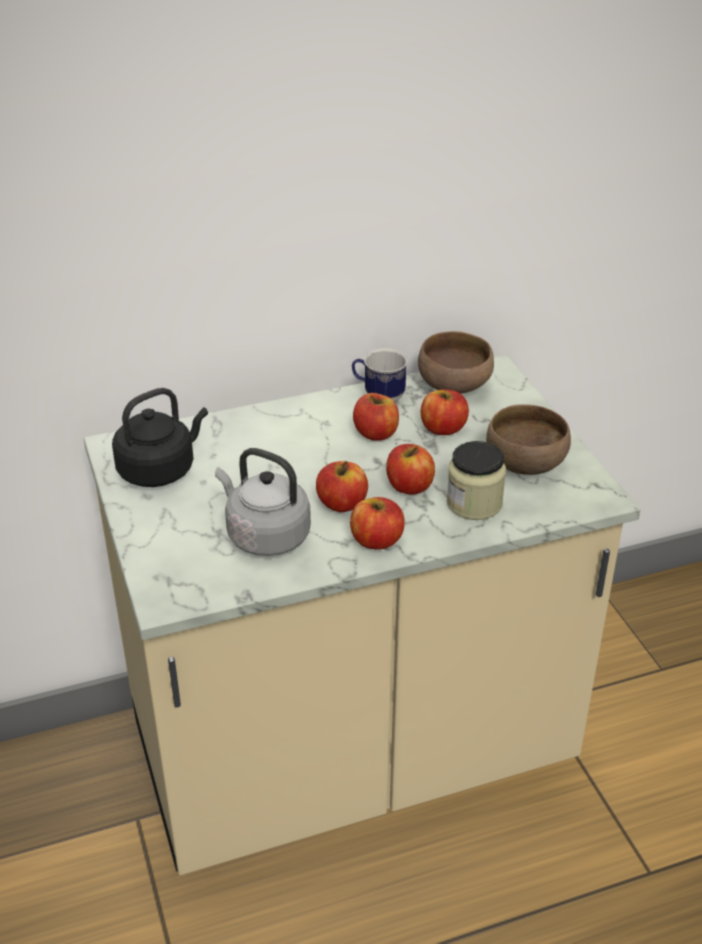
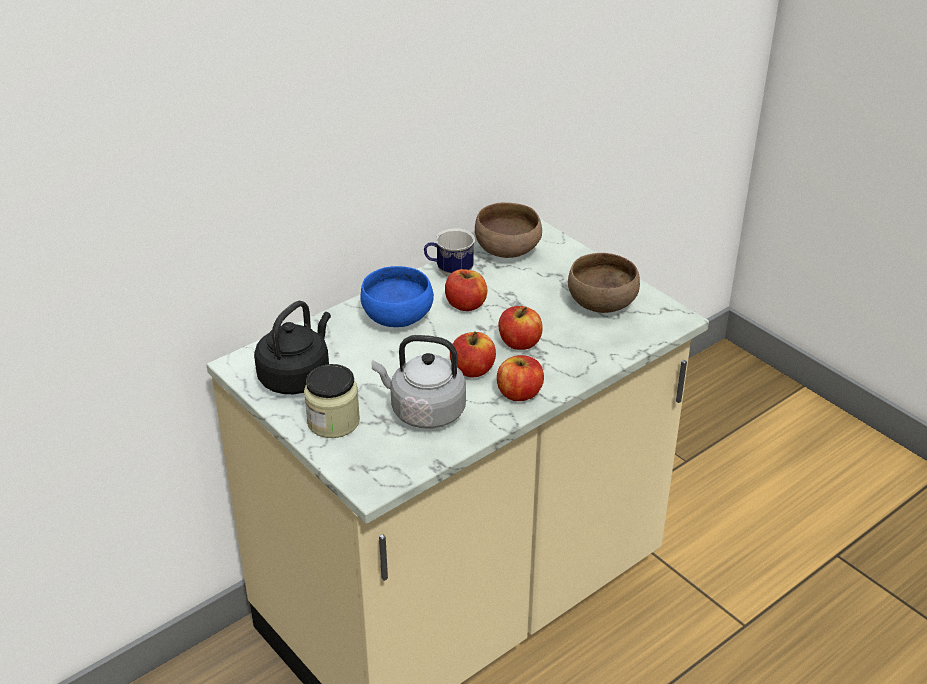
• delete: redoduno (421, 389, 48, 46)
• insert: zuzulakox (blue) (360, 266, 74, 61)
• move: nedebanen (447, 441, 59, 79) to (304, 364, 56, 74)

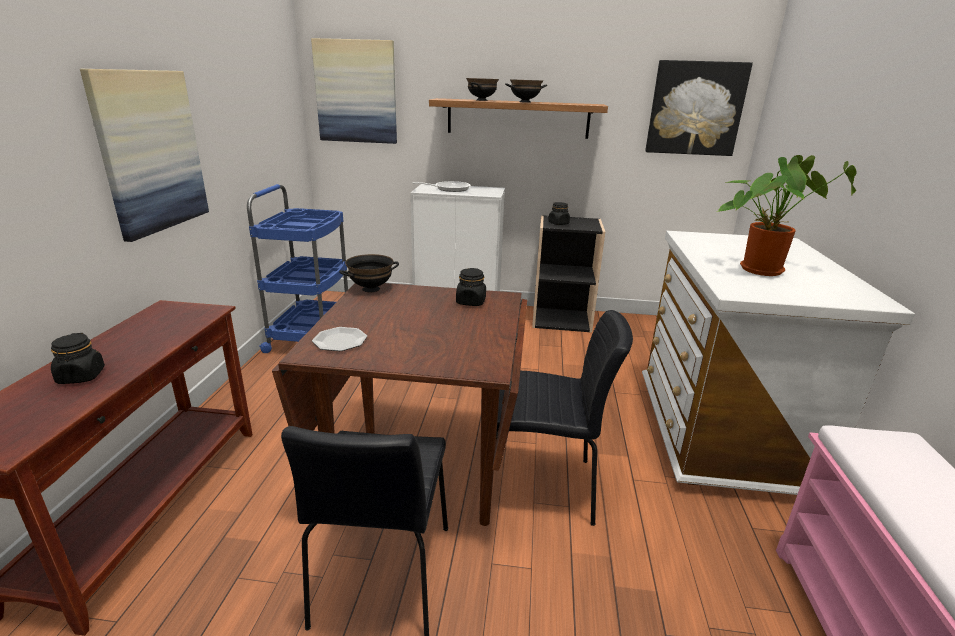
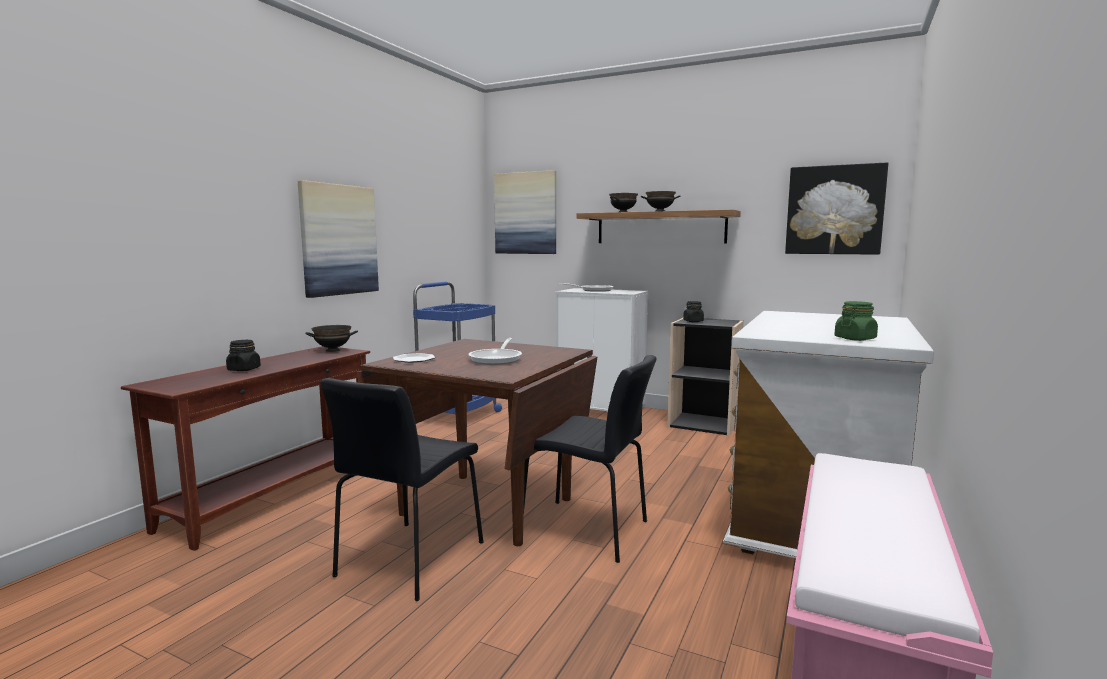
• delete: nedebanen (black) (456, 268, 30, 38)
• delete: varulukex (717, 155, 140, 121)
• insert: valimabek (469, 338, 53, 27)
• insert: nedebanen (green) (834, 301, 44, 40)
• move: zuzulakox (black) (339, 254, 60, 38) to (305, 325, 53, 27)

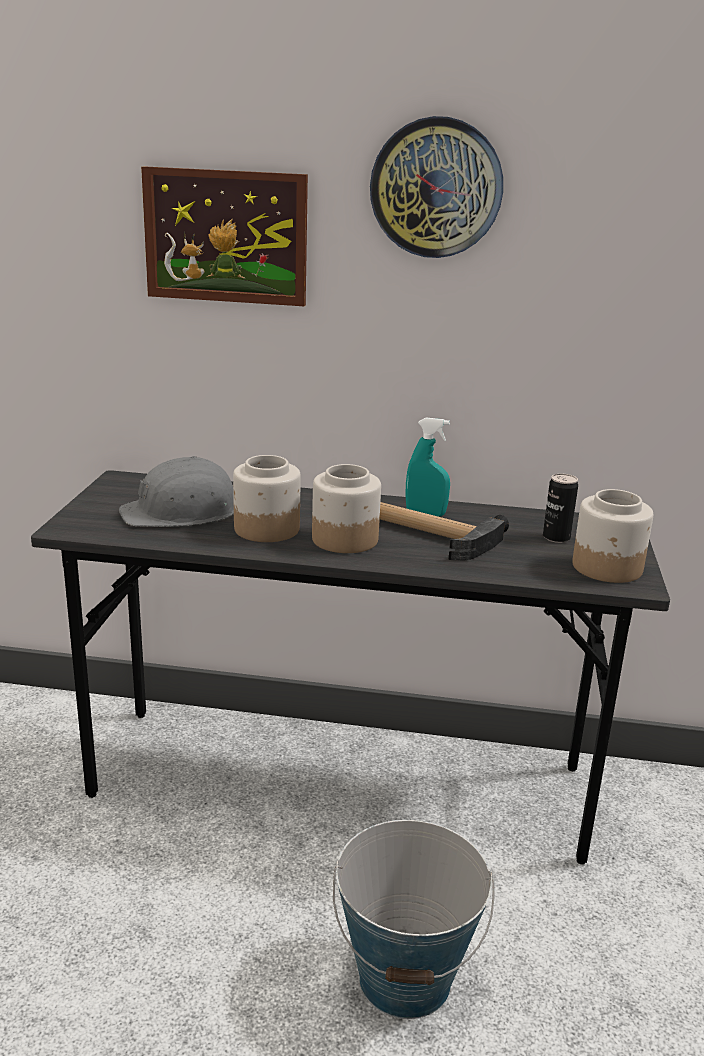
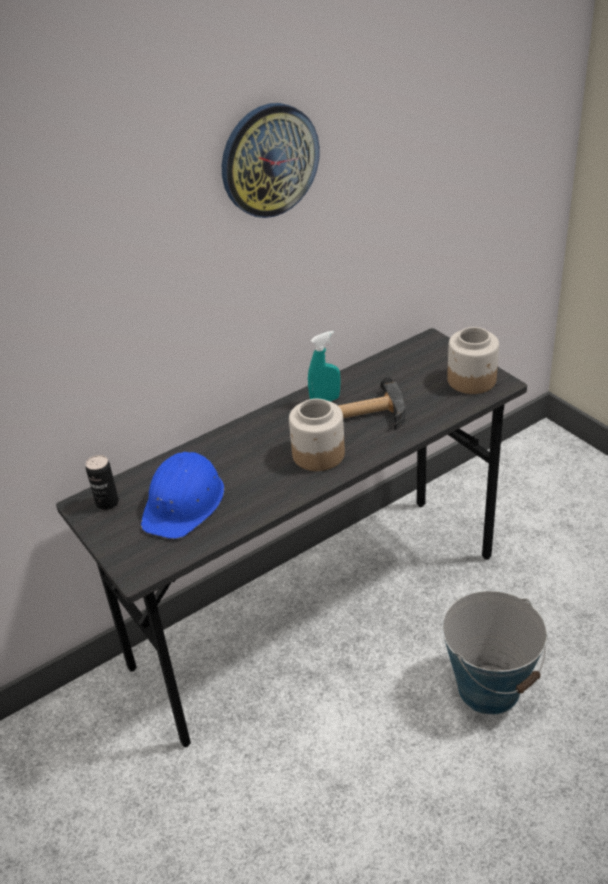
• delete: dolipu (141, 166, 167, 140)
• delete: nedebanen (233, 455, 68, 87)
• move: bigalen (543, 474, 35, 69) to (86, 455, 33, 55)
• recolor: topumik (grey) (119, 456, 115, 71) to topumik (blue) (141, 452, 84, 87)

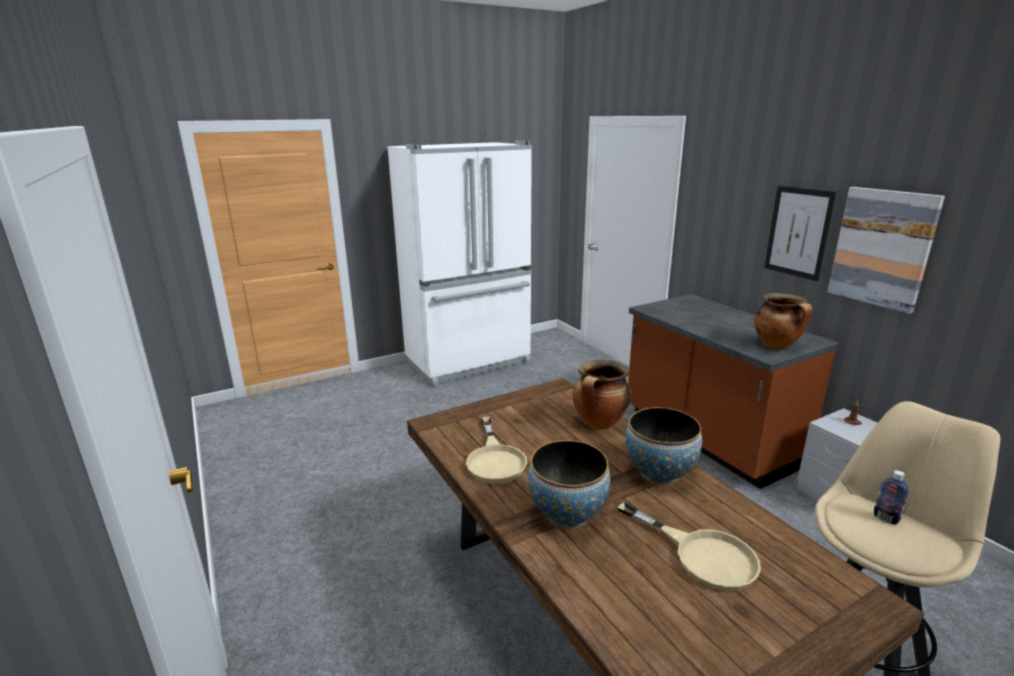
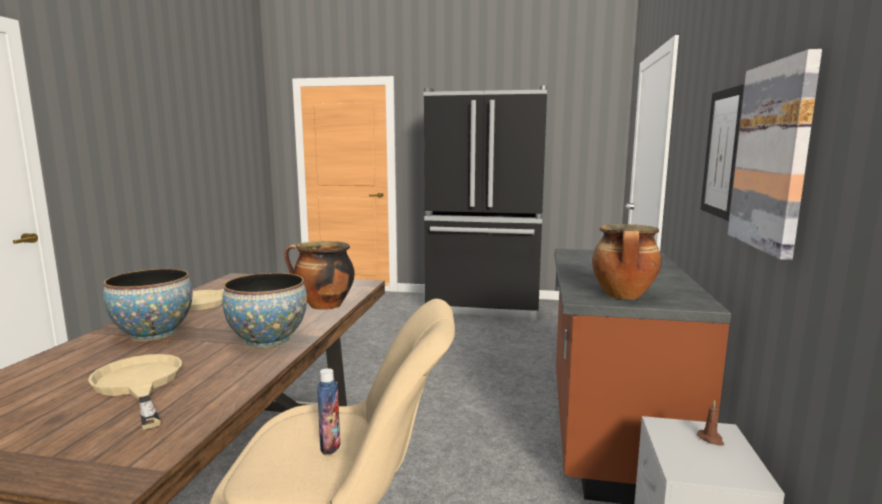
• recolor: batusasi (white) (388, 140, 144, 247) to batusasi (black) (424, 85, 123, 235)
• rotate: valimabek (beige) (618, 502, 143, 89) = (88, 354, 94, 76) 150 degrees clockwise

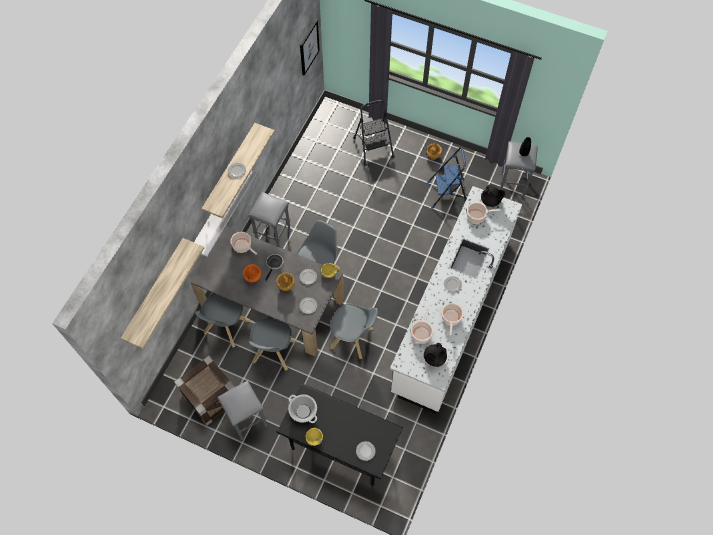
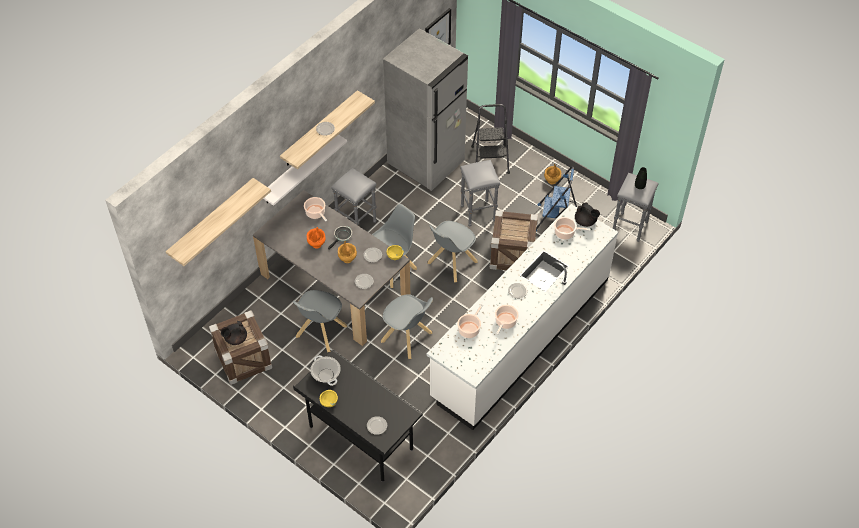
• insert: batusasi (grey) (383, 28, 85, 163)
• insert: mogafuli (489, 210, 49, 60)
• move: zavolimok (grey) (195, 293, 56, 55) to (427, 221, 51, 62)
• move: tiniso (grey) (218, 381, 49, 59) to (460, 160, 40, 66)
• move: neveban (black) (424, 343, 23, 24) to (220, 321, 27, 24)

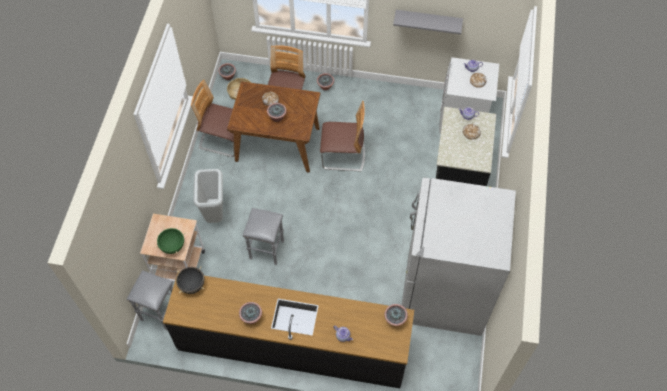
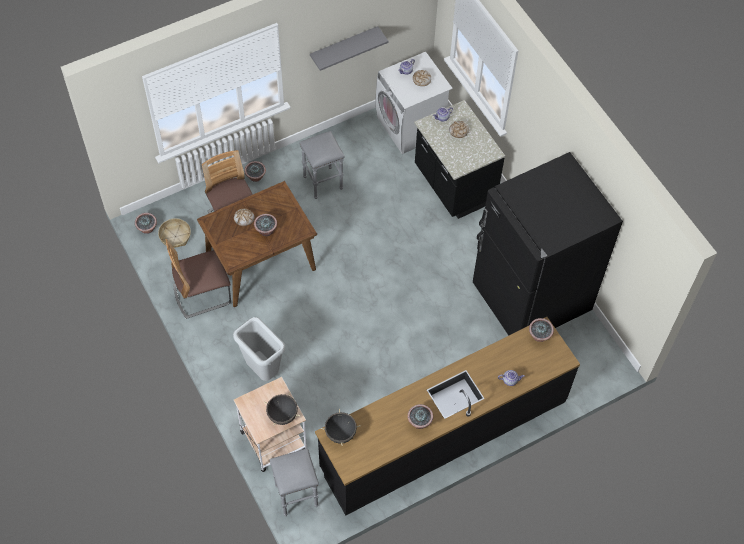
• delete: zavolimok (320, 101, 45, 71)
• move: tiniso (grey) (243, 208, 41, 57) to (300, 131, 45, 68)
• recolor: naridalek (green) (155, 227, 31, 27) to naridalek (black) (264, 392, 36, 33)
• recolor: batusasi (white) (401, 177, 115, 159) to batusasi (black) (473, 152, 150, 183)

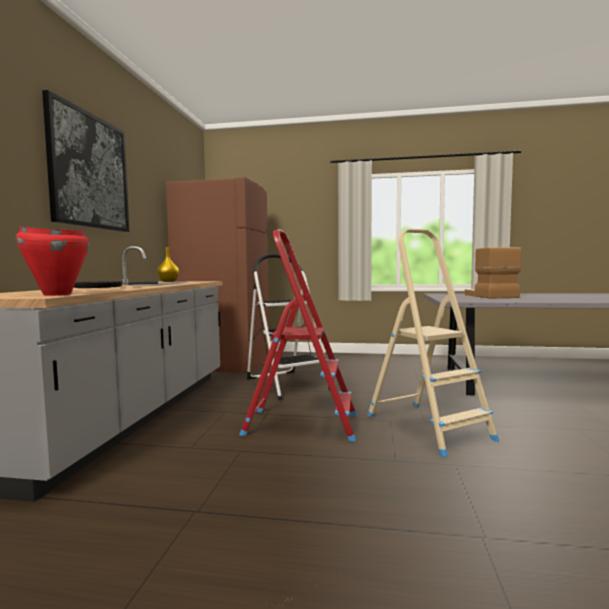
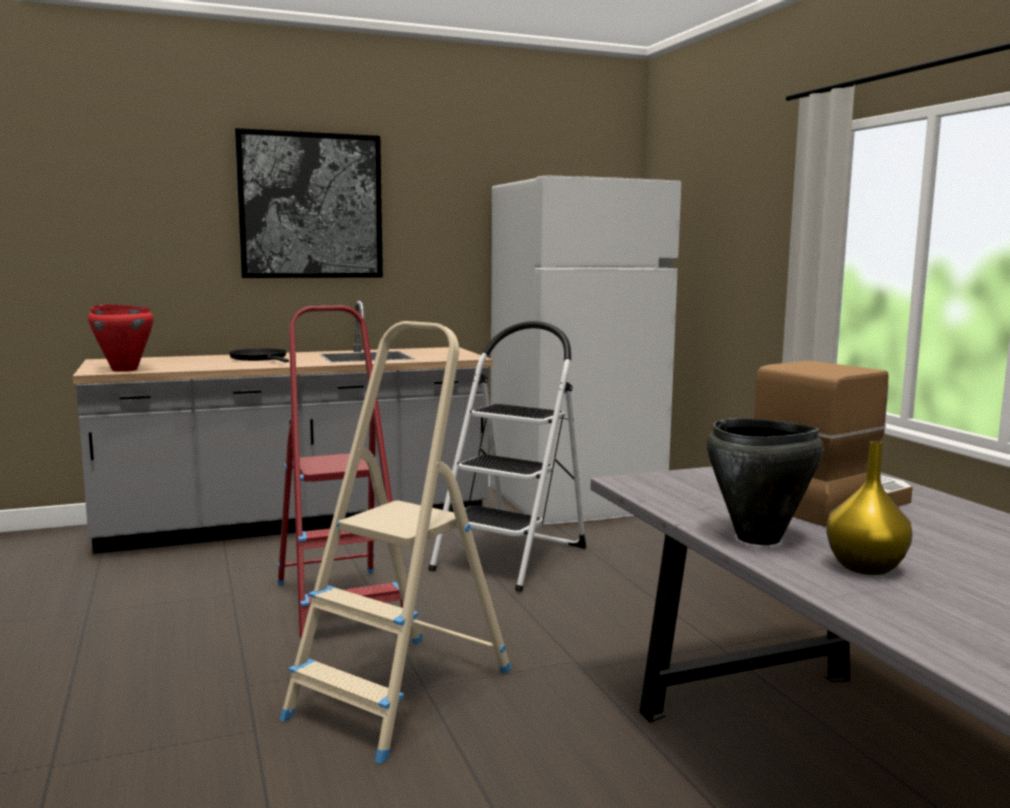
• insert: naridalek (black) (707, 418, 117, 127)
• move: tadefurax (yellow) (157, 247, 22, 35) to (826, 441, 87, 134)
• recolor: batusasi (brown) (166, 177, 103, 196) to batusasi (white) (490, 176, 191, 348)

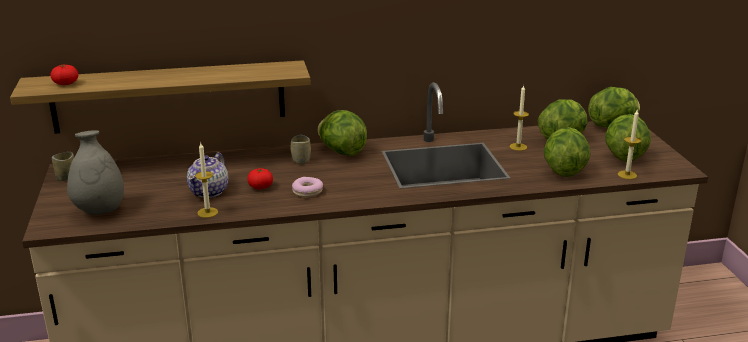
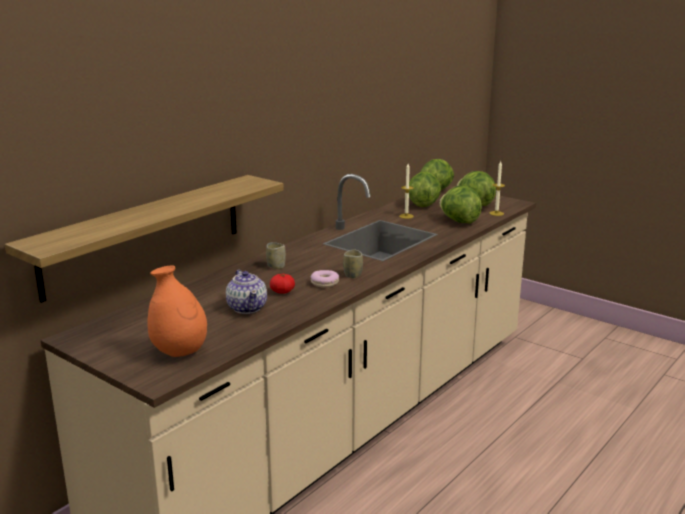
• delete: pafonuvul (50, 65, 29, 20)
• delete: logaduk (195, 143, 23, 75)
• delete: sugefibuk (317, 110, 50, 46)
• move: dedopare (52, 152, 22, 29) to (343, 250, 20, 28)
• recolor: tadefurax (grey) (67, 130, 57, 85) to tadefurax (orange) (147, 265, 60, 92)

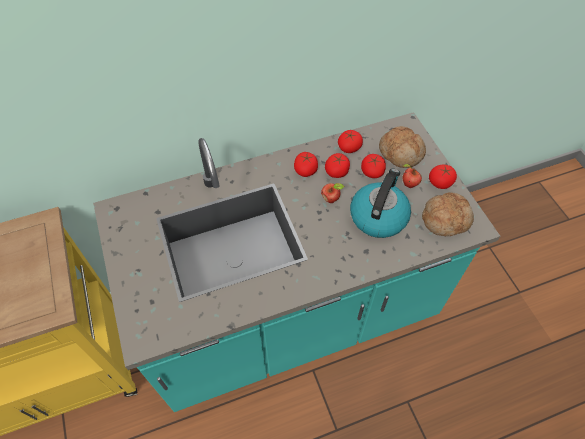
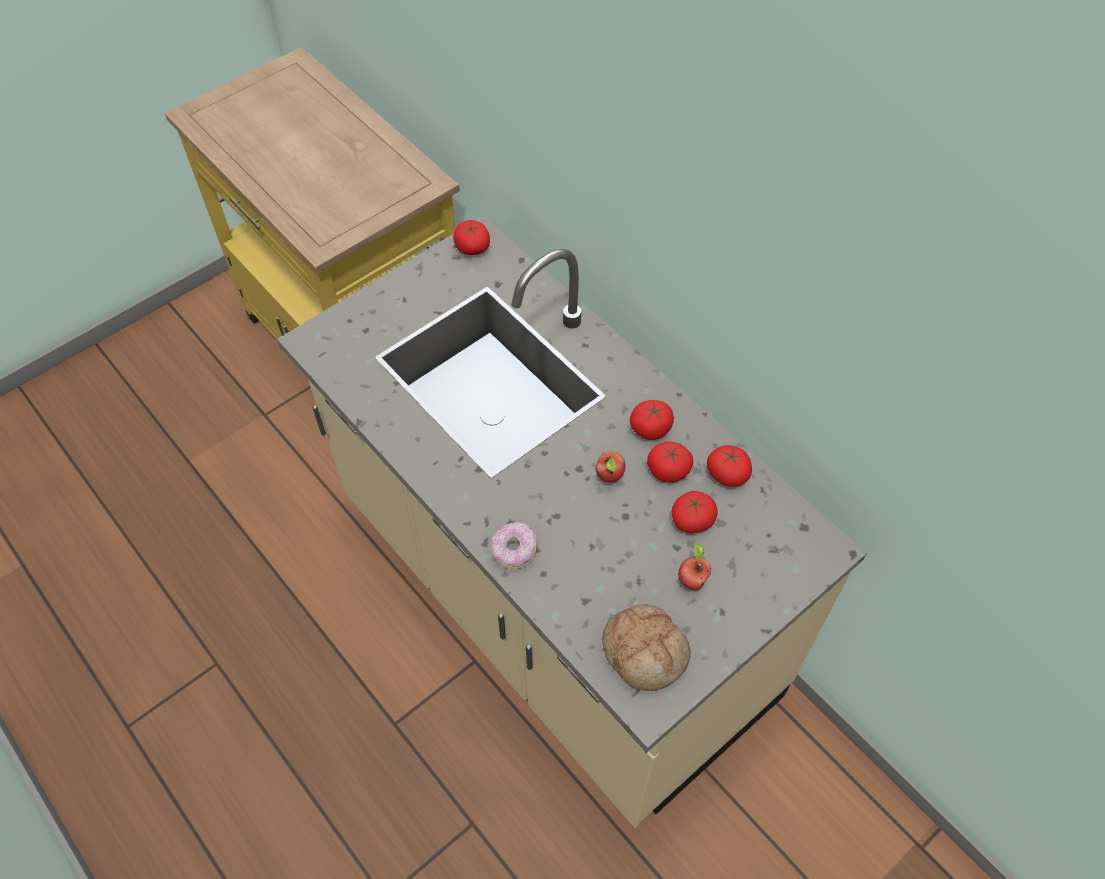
• delete: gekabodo (350, 169, 61, 69)
• delete: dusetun (379, 126, 47, 42)
• insert: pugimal (490, 522, 47, 47)
• move: pafonuvul (429, 165, 28, 24) to (453, 220, 37, 35)
• recolor: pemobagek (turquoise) (93, 112, 407, 300) to pemobagek (beige) (277, 216, 590, 612)

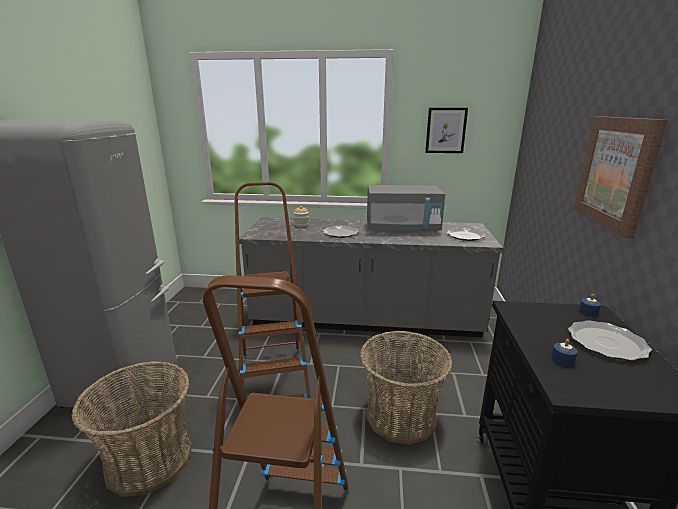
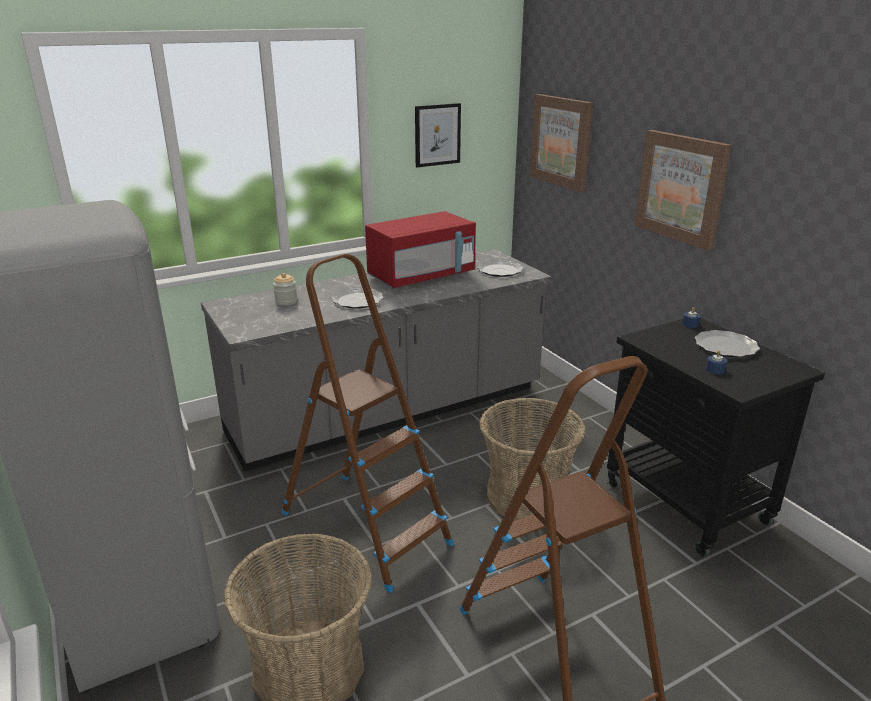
• insert: dolipu (530, 94, 63, 98)
• recolor: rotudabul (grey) (367, 185, 78, 47) to rotudabul (red) (365, 211, 111, 77)

